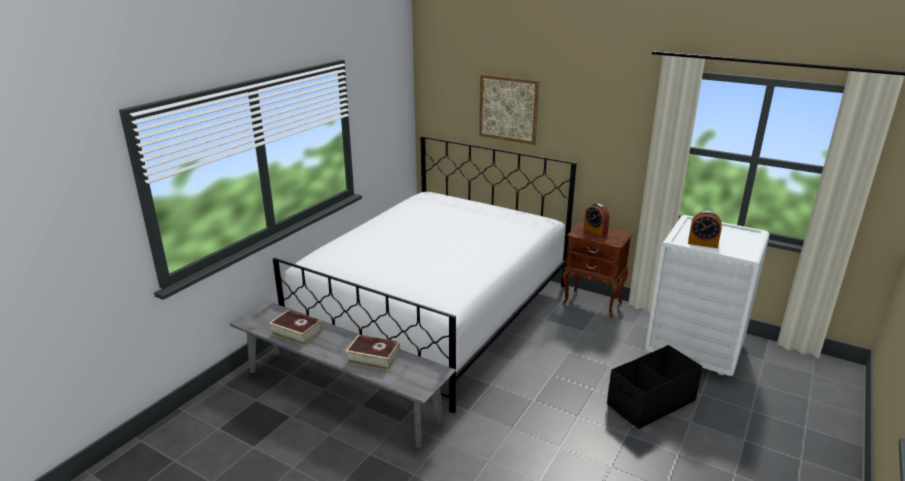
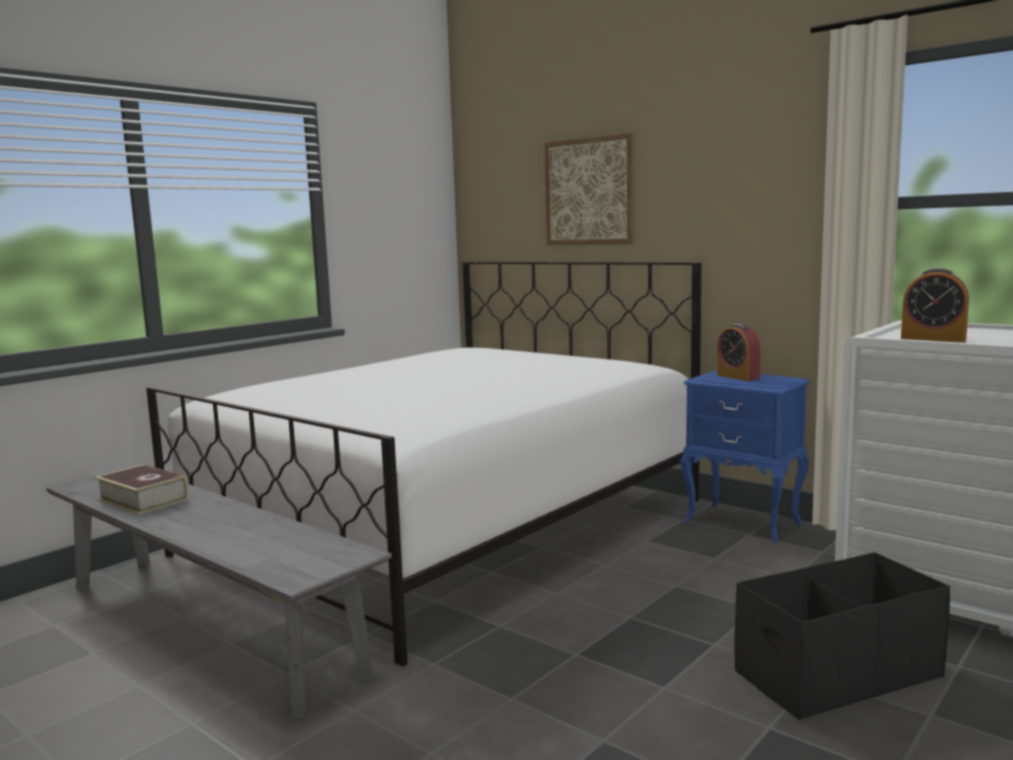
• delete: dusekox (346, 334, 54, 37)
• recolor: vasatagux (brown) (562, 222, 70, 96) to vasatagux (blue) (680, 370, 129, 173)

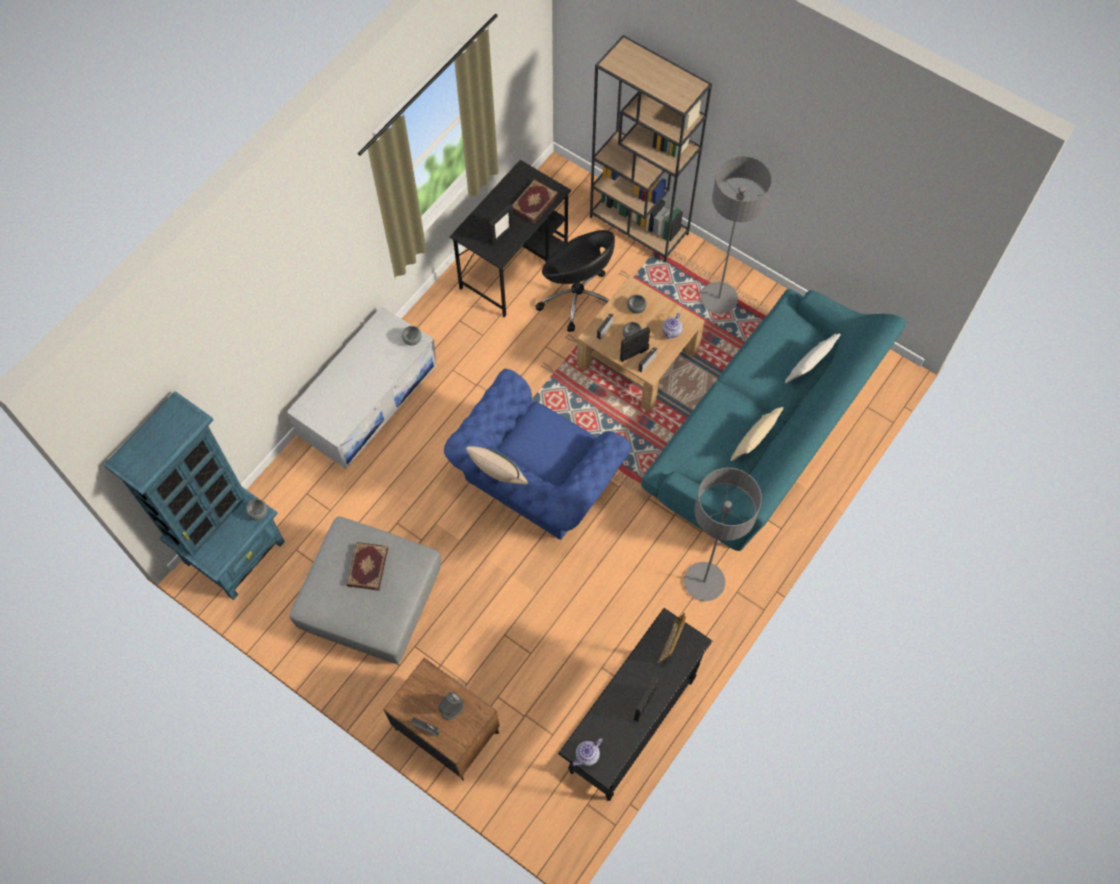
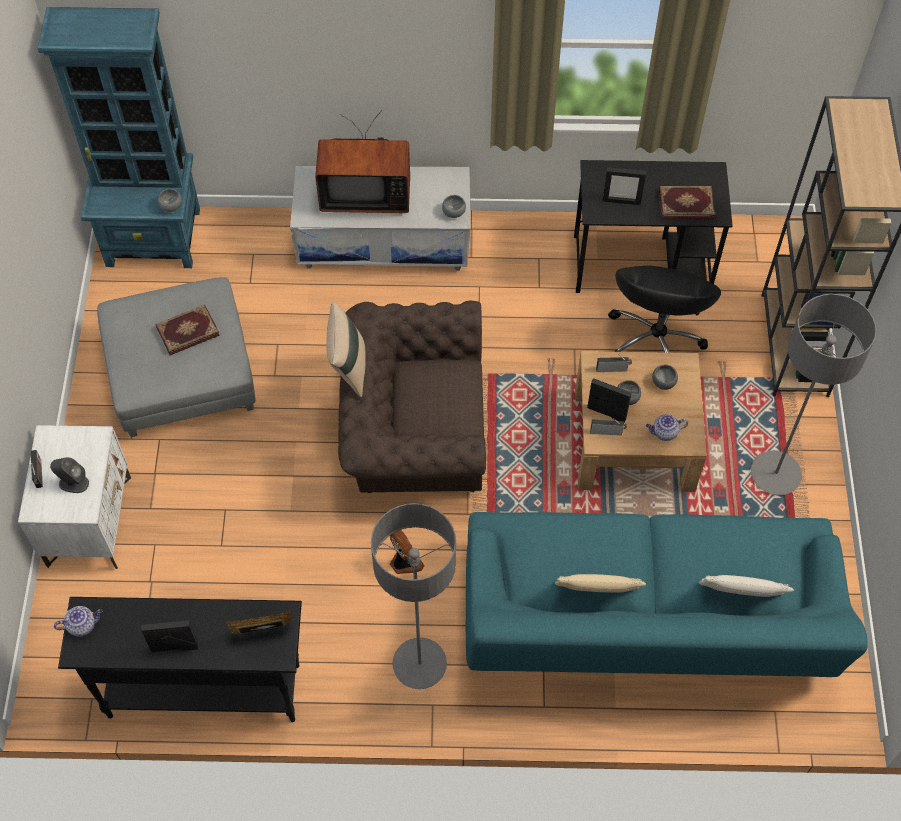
• insert: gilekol (315, 110, 95, 103)
• insert: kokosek (390, 530, 35, 44)
• recolor: vasatagux (brown) (383, 658, 116, 123) to vasatagux (white) (18, 425, 113, 144)
• recolor: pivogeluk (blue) (444, 369, 187, 171) to pivogeluk (brown) (338, 301, 148, 192)
• rotate: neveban (572, 738, 31, 28) = (54, 606, 48, 31) 150 degrees clockwise

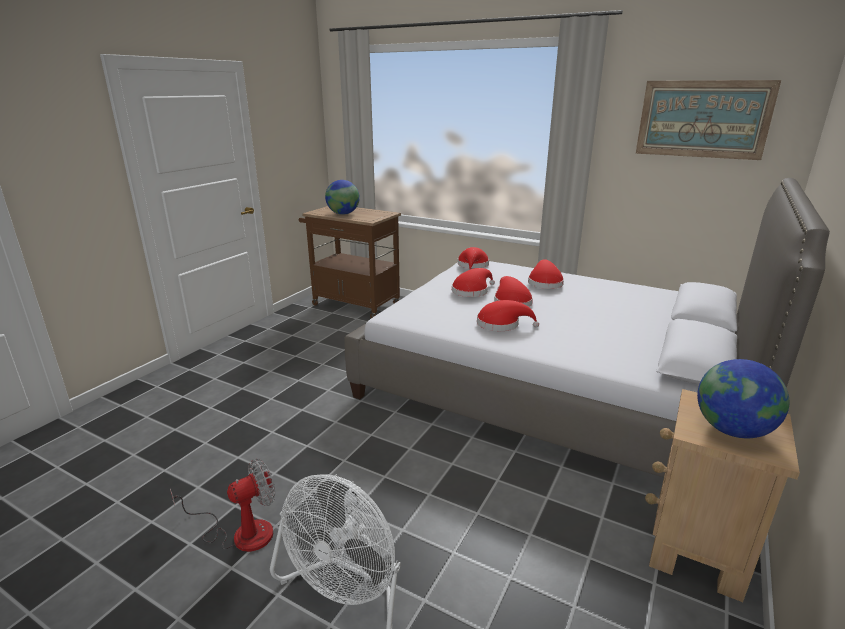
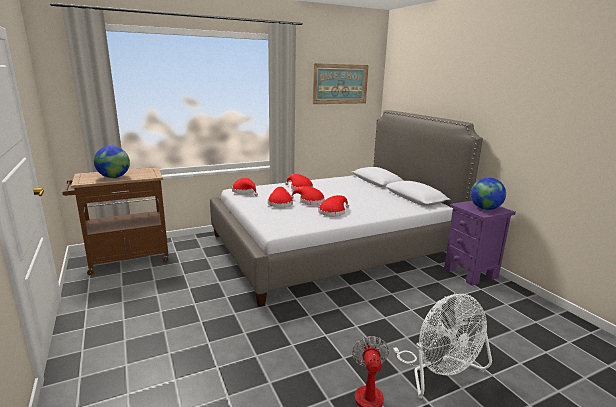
• recolor: vasatagux (beige) (645, 389, 155, 213) to vasatagux (purple) (444, 201, 72, 85)

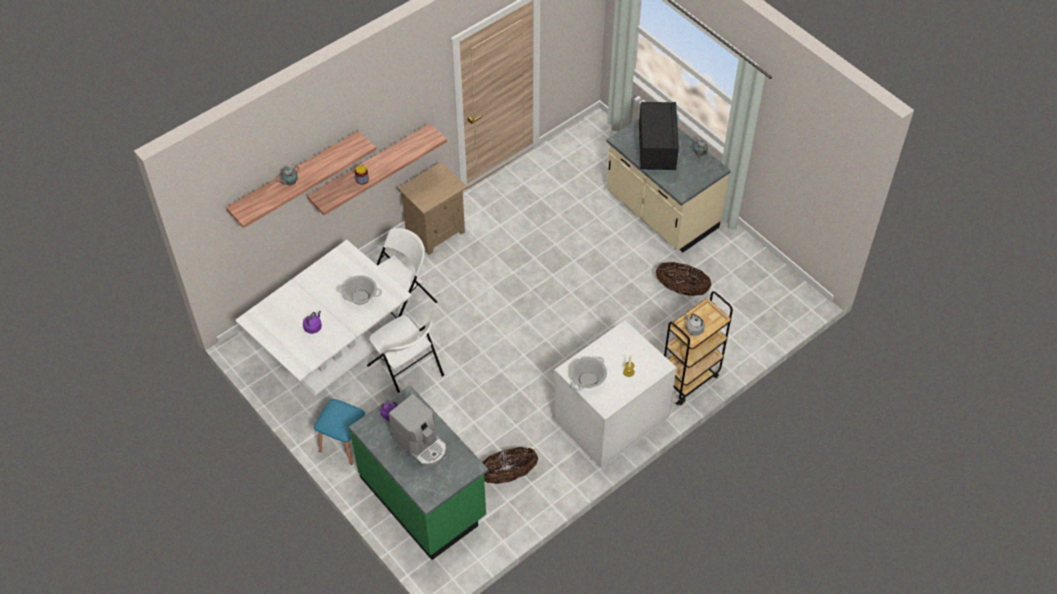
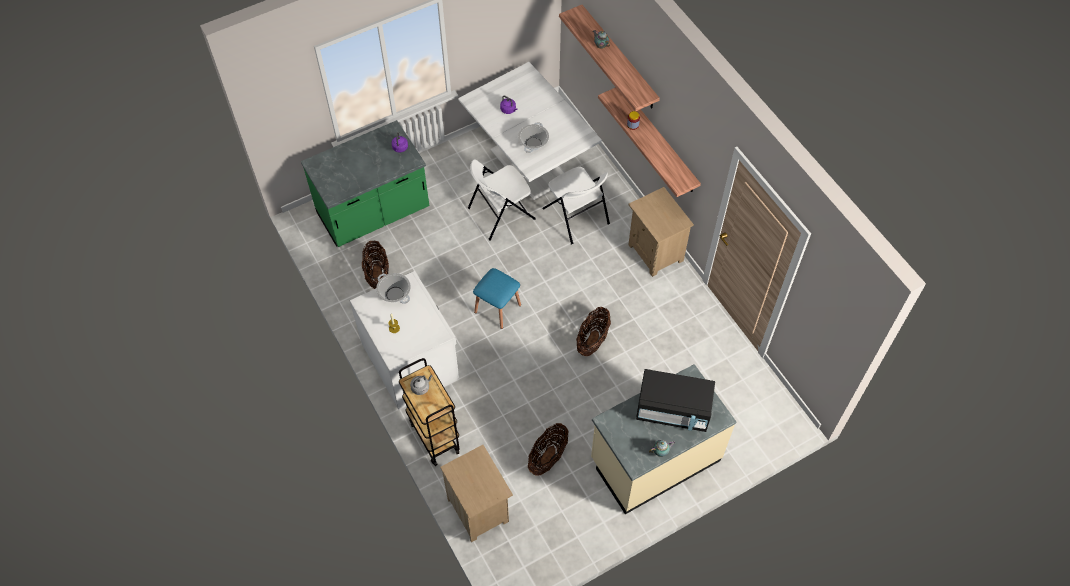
• delete: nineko (389, 394, 57, 72)
• insert: vasatagux (beige) (440, 445, 73, 97)
• insert: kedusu (576, 307, 35, 49)
• move: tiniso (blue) (314, 399, 51, 66) to (473, 268, 48, 61)

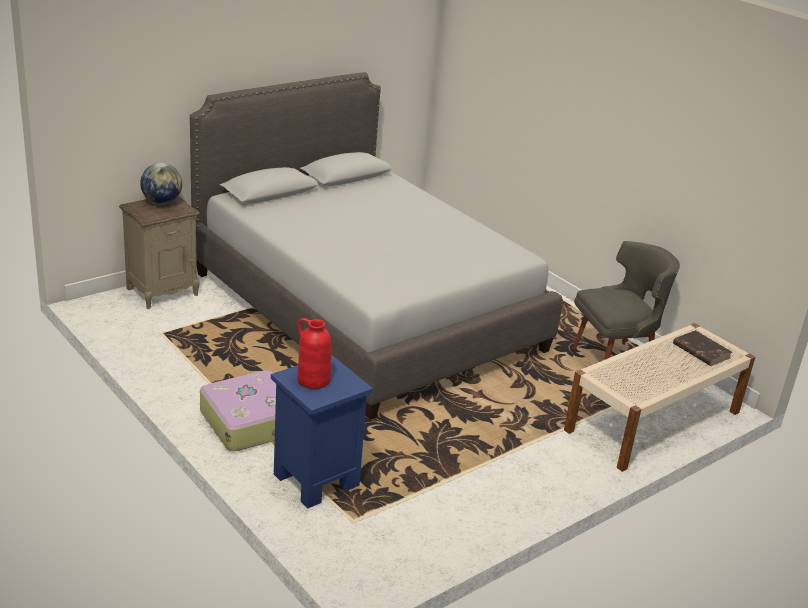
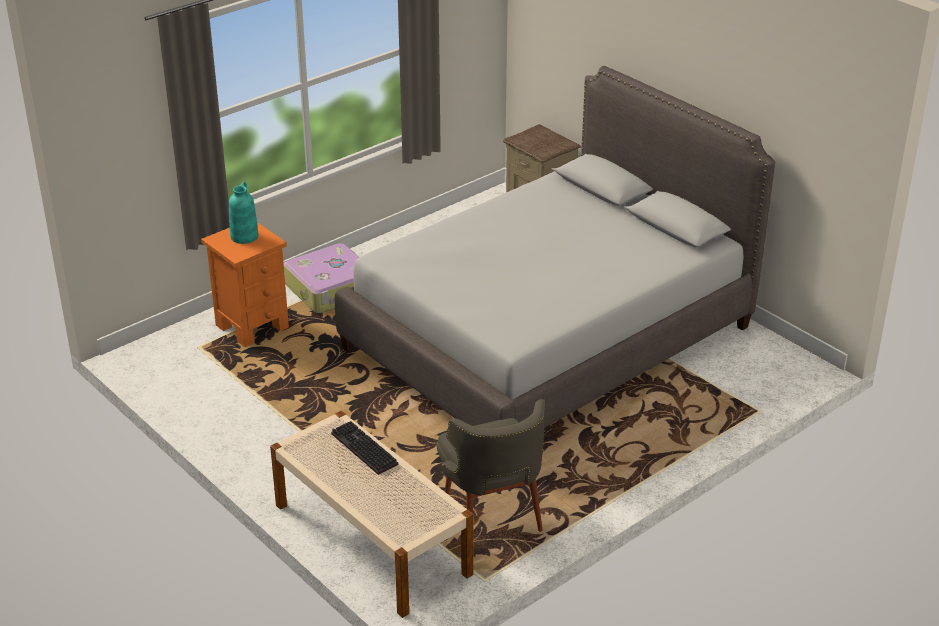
• delete: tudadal (140, 163, 42, 42)
• delete: dusekox (brown) (673, 330, 59, 36)
• insert: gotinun (331, 421, 67, 54)
• recolor: vasatagux (blue) (271, 355, 102, 153) to vasatagux (orange) (201, 222, 88, 125)
• recolor: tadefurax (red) (297, 318, 34, 71) to tadefurax (turquoise) (229, 181, 29, 63)

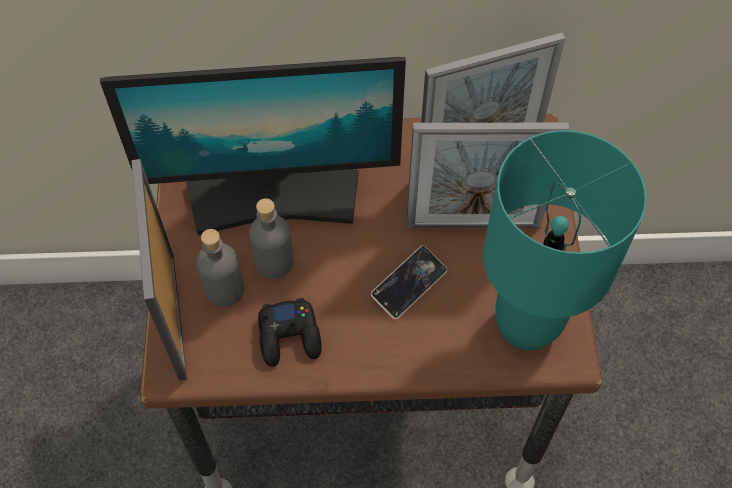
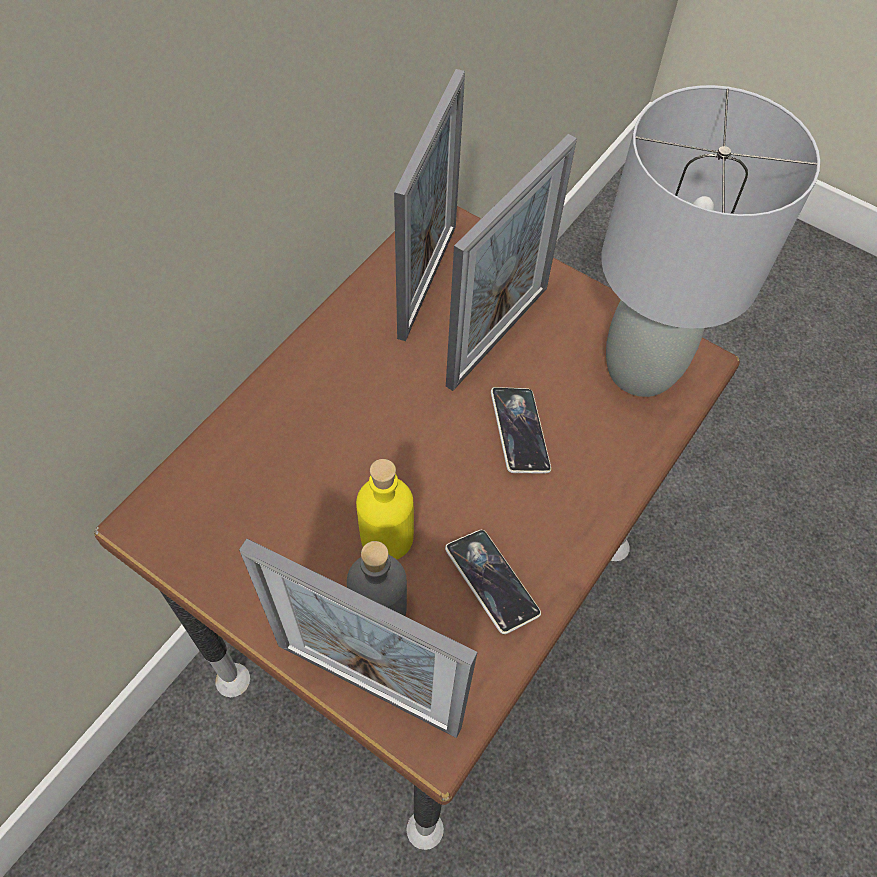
• delete: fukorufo (100, 57, 306, 178)
• replace: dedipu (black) (258, 298, 64, 69) to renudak (445, 530, 96, 104)
• recolor: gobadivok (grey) (249, 198, 45, 81) to gobadivok (yellow) (356, 459, 58, 100)
• recolor: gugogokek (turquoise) (483, 130, 164, 220) to gugogokek (grey) (601, 85, 219, 312)

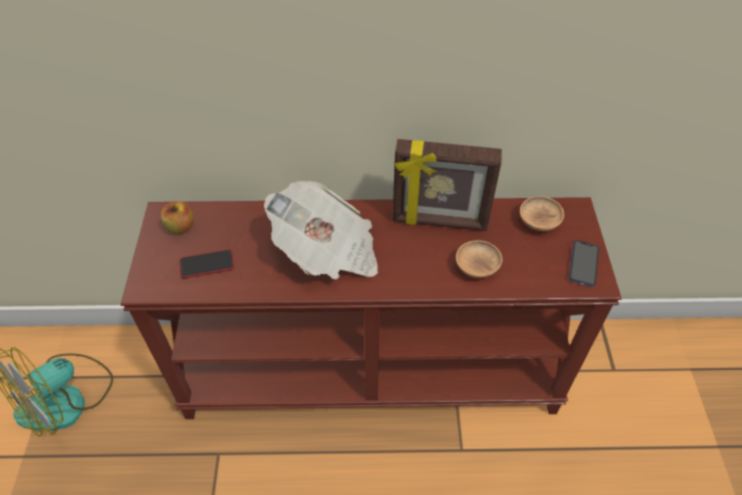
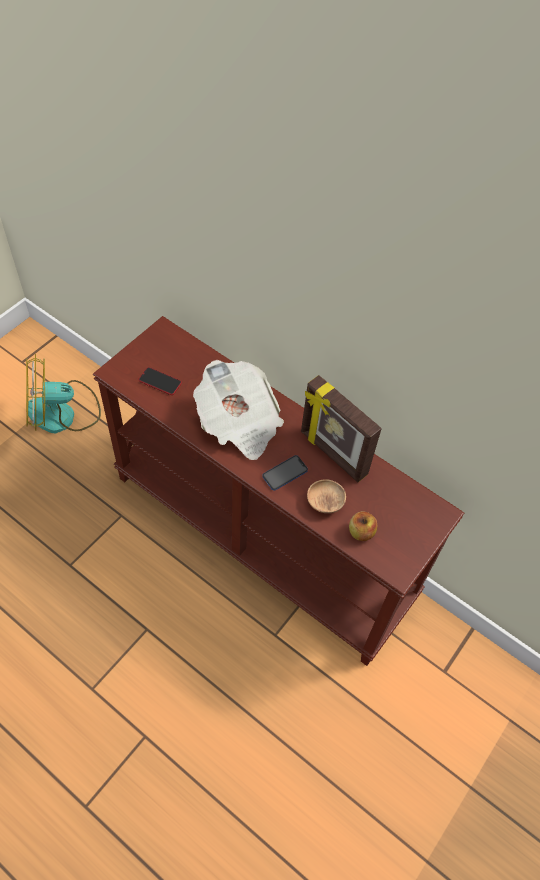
• delete: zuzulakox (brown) (520, 196, 44, 35)
• move: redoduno (161, 201, 33, 33) to (349, 511, 28, 30)
• move: renudak (569, 240, 30, 47) to (262, 455, 46, 36)

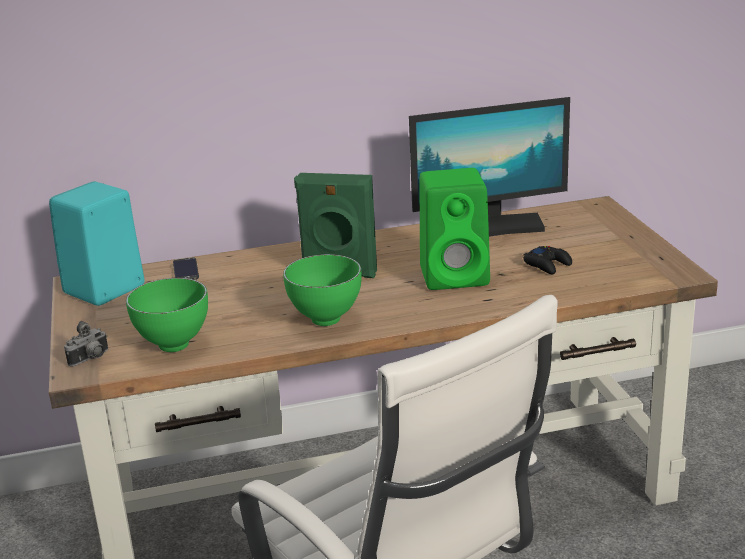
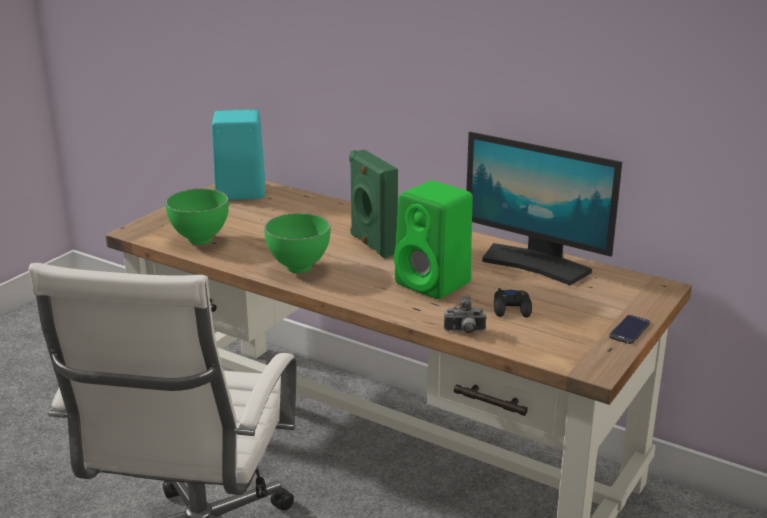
• move: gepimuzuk (64, 321, 44, 45) to (444, 296, 42, 37)
• move: renudak (173, 257, 26, 23) to (609, 315, 41, 29)

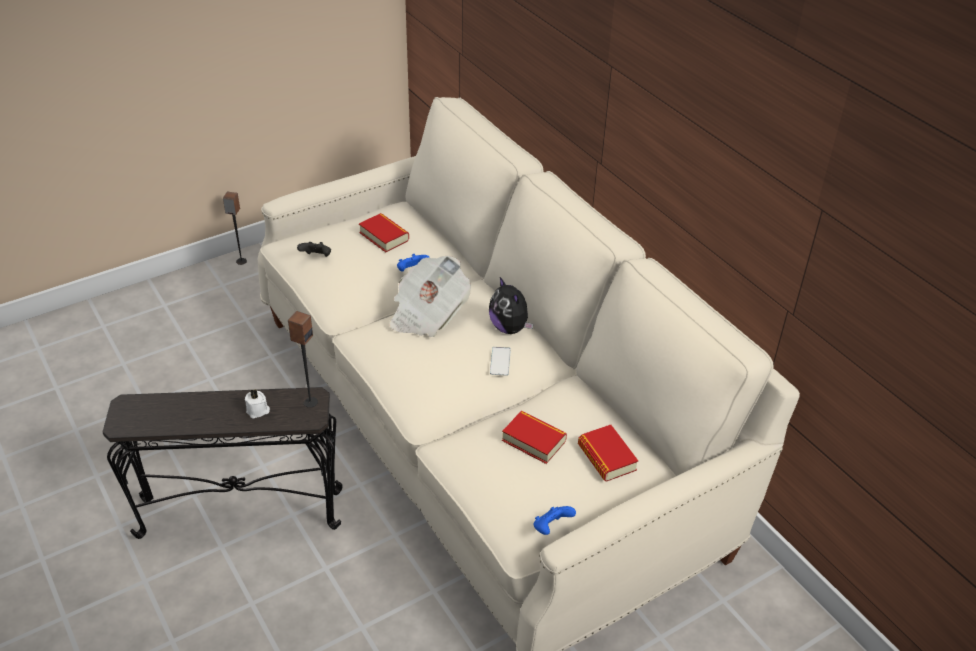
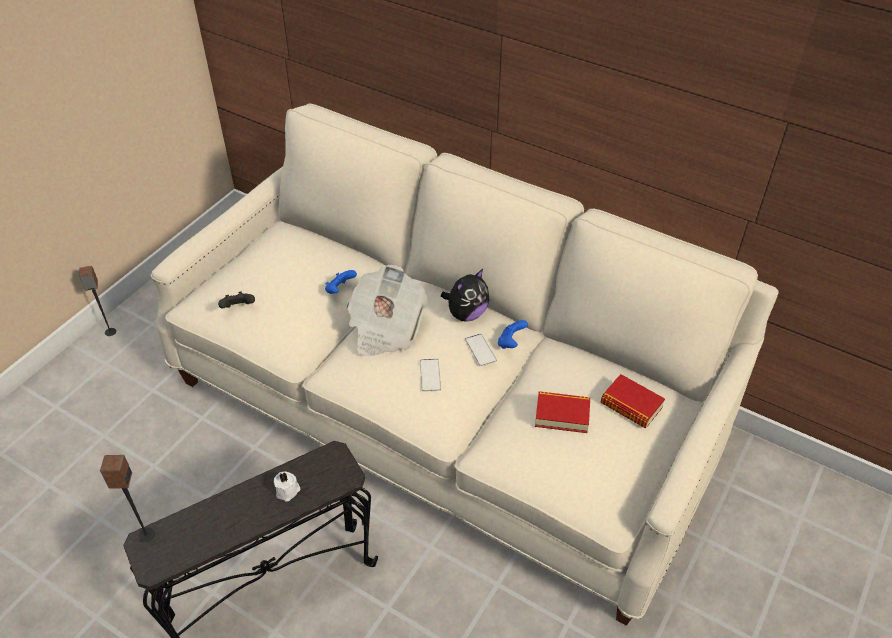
• delete: dusekox (359, 213, 50, 39)
• insert: renudak (420, 359, 21, 32)
• move: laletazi (288, 311, 30, 97) to (100, 455, 55, 87)
• move: dedipu (blue) (533, 506, 43, 29) to (498, 320, 30, 29)
• rotate: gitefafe (489, 277, 45, 57) = (441, 269, 48, 53) 75 degrees counterclockwise

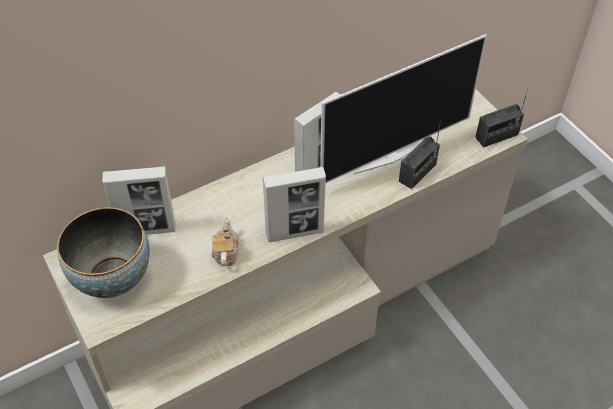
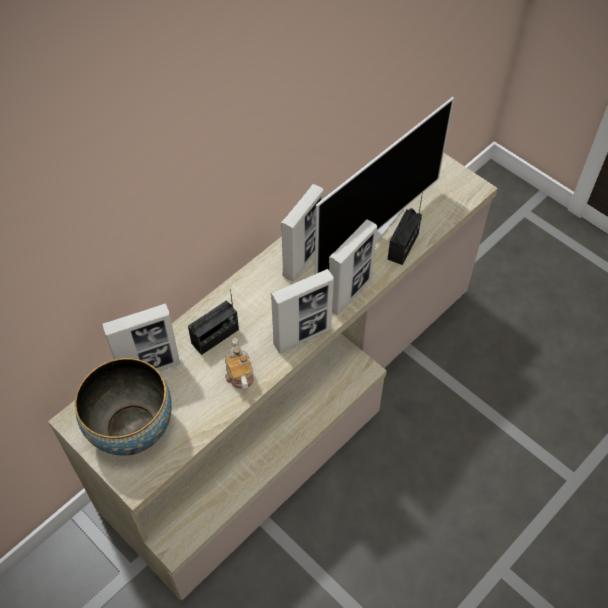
• insert: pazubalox (329, 219, 48, 96)
• move: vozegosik (475, 89, 53, 59) to (188, 289, 51, 66)

